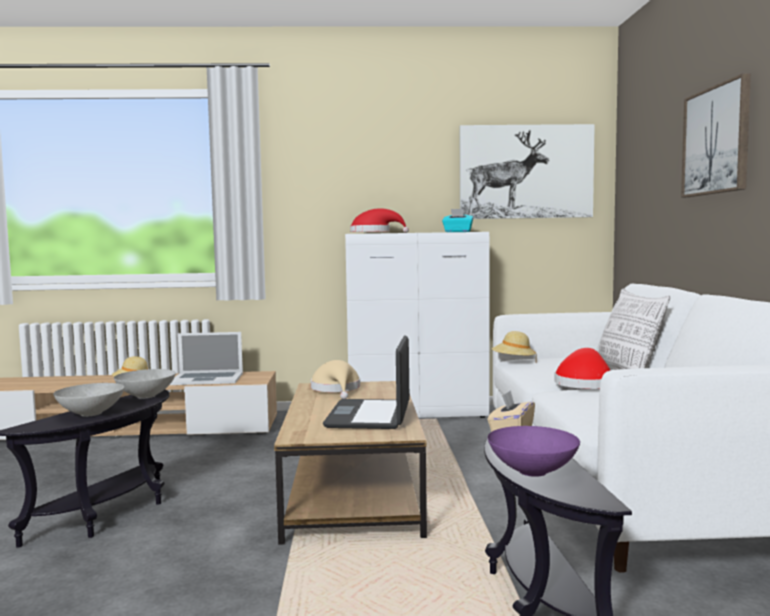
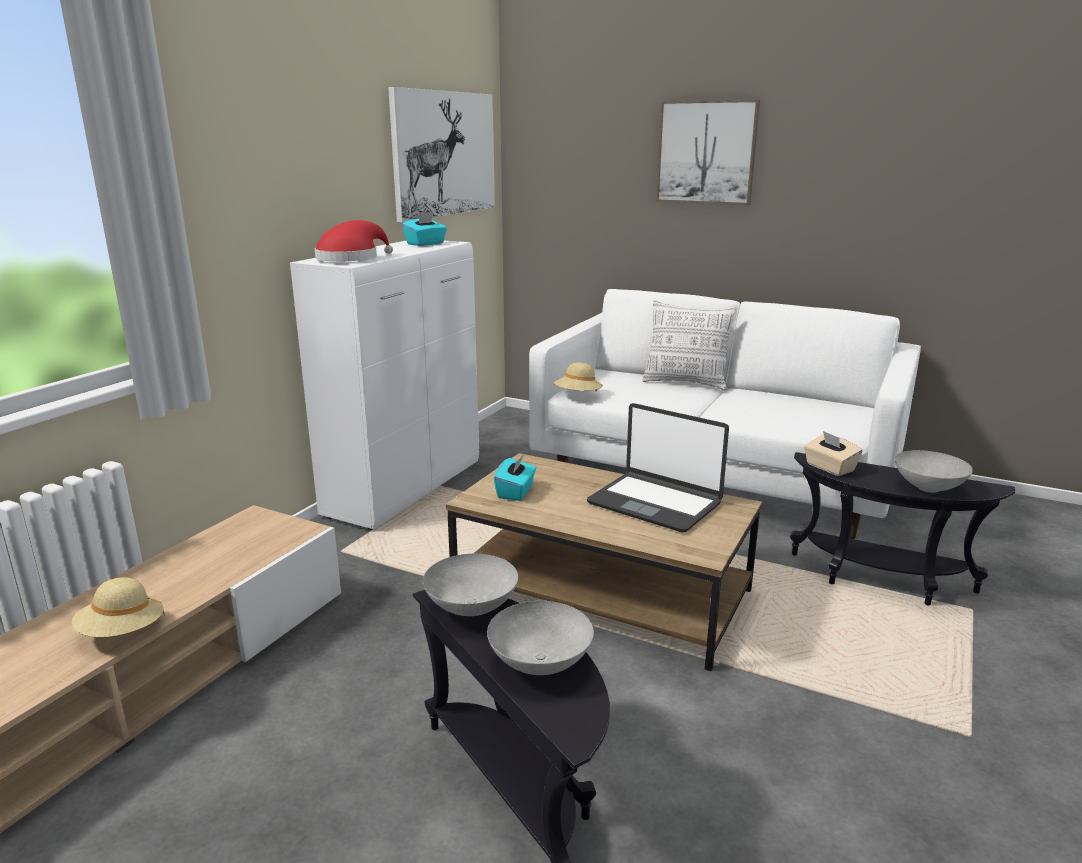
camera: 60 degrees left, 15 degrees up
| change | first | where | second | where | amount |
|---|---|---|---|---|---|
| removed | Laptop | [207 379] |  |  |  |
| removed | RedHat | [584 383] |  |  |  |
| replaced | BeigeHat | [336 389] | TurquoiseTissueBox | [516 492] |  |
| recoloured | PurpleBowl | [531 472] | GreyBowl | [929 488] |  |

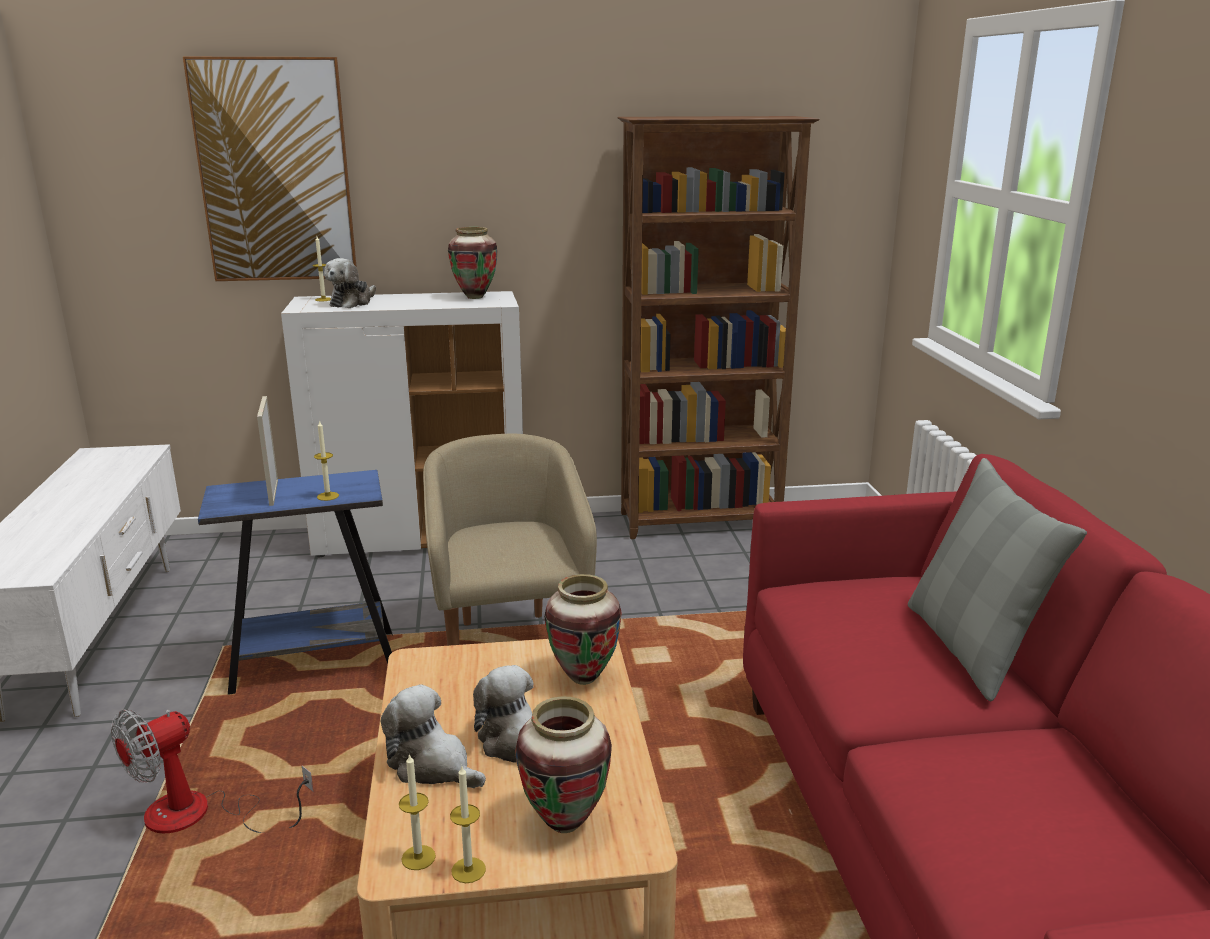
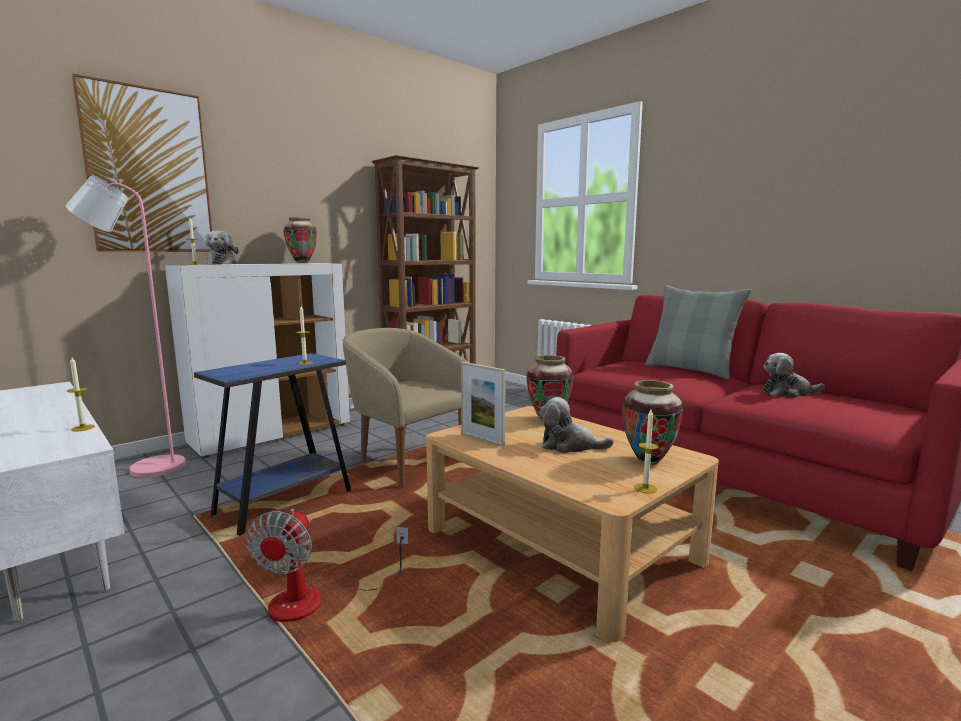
camera: 35 degrees left, 10 degrees down
| change | first | where | second | where | amount |
|---|---|---|---|---|---|
| added |  |  | PinkFloorLamp | [147 468] |  |
| moved | PictureFrame | [273 493] |  | [482 439] |  |
| moved | PlushToy | [432 765] |  | [788 393] |  |
| moved | Candle | [418 857] |  | [83 428] |  |

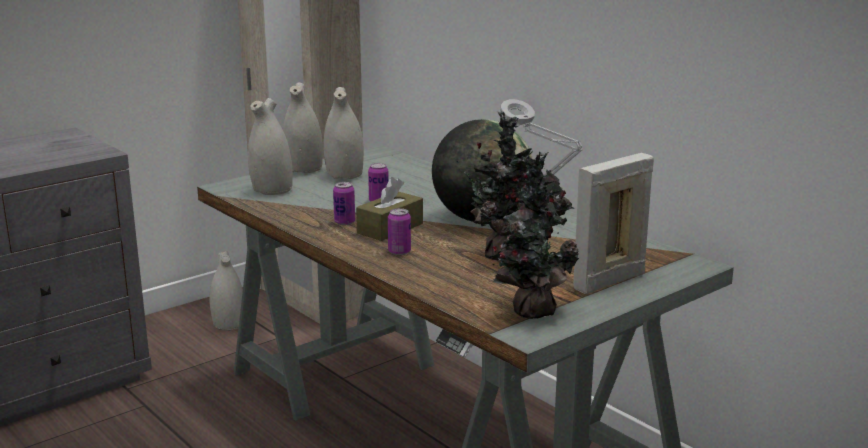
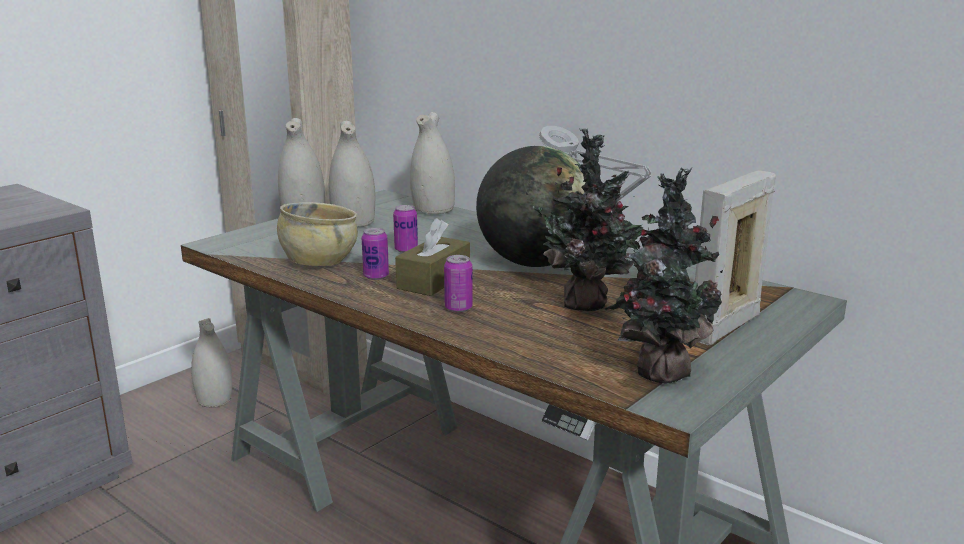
camera: 10 degrees left, 0 degrees up
| change | first | where | second | where | amount |
|---|---|---|---|---|---|
| added |  |  | BeigeBowl | [319 261] |  |
| moved | WhiteVase | [271 190] |  | [433 210] |  |

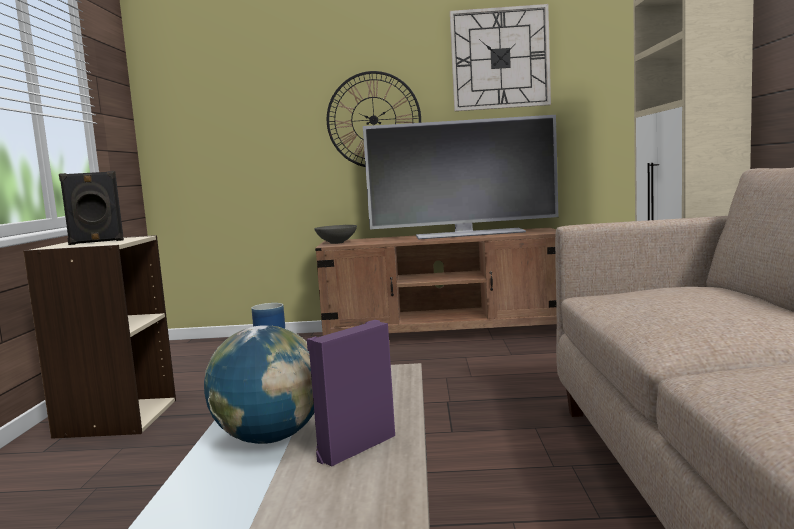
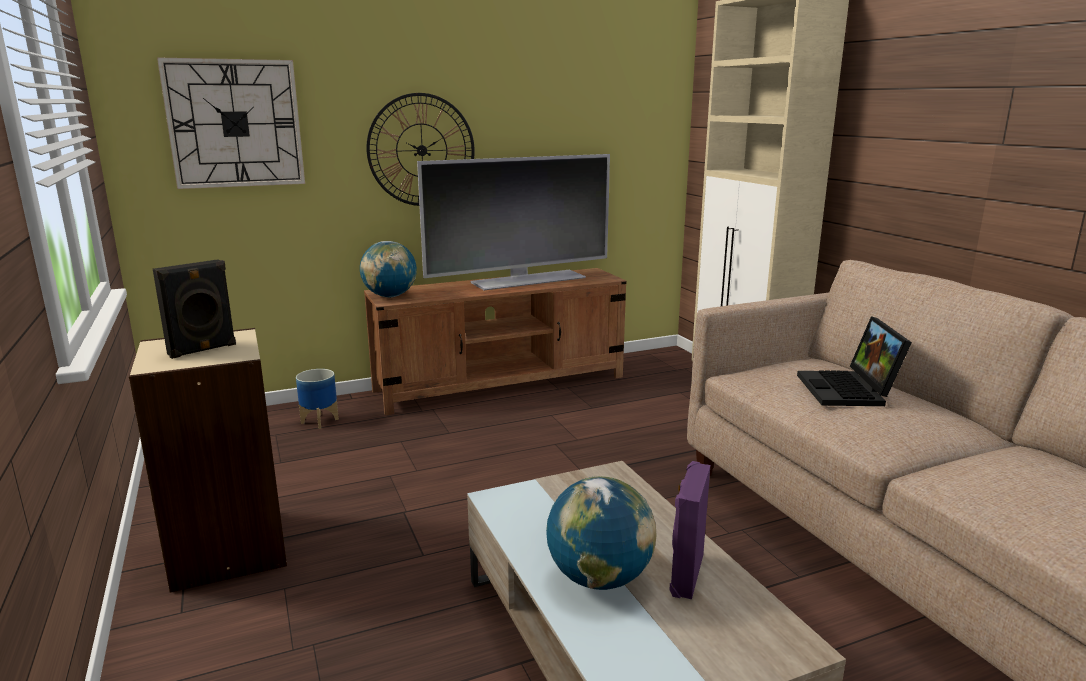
camera: 25 degrees left, 10 degrees up
| change | first | where | second | where | amount |
|---|---|---|---|---|---|
| added |  |  | Laptop | [849 391] |  |
| moved | WallClock | [500 58] |  | [235 124] |  |
| replaced | GreyBowl | [336 243] | Globe | [390 296] |  |

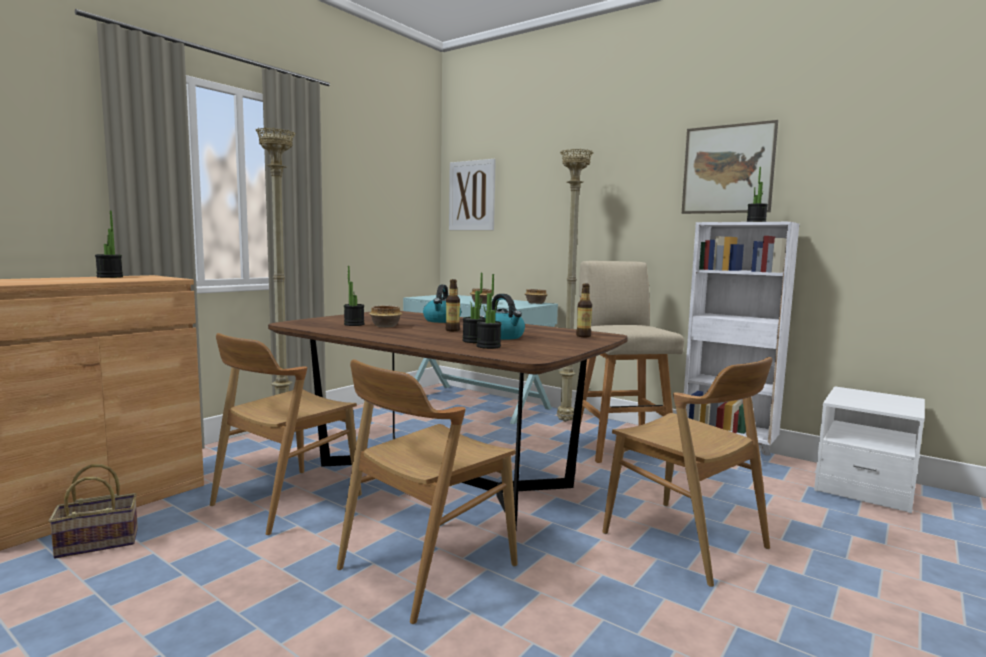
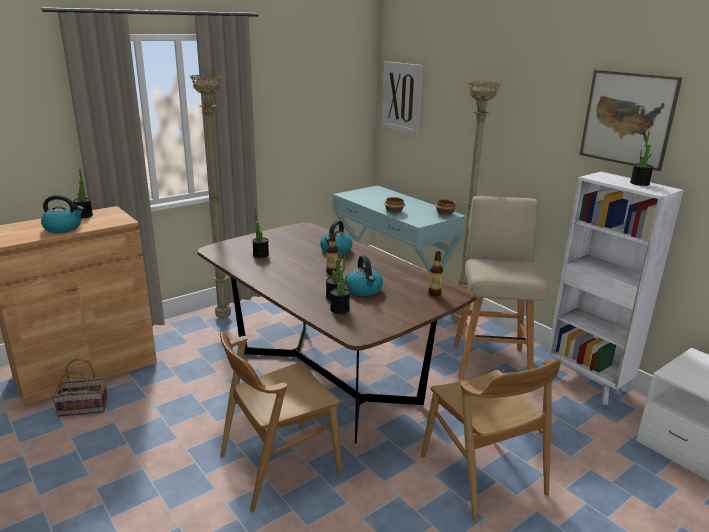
camera: 15 degrees right, 15 degrees up
| change | first | where | second | where | amount |
|---|---|---|---|---|---|
| removed | BrownChair | [286 500] |  |  |  |
| removed | Bowl | [386 326] |  |  |  |
| added |  |  | Kettle | [63 228] |  |

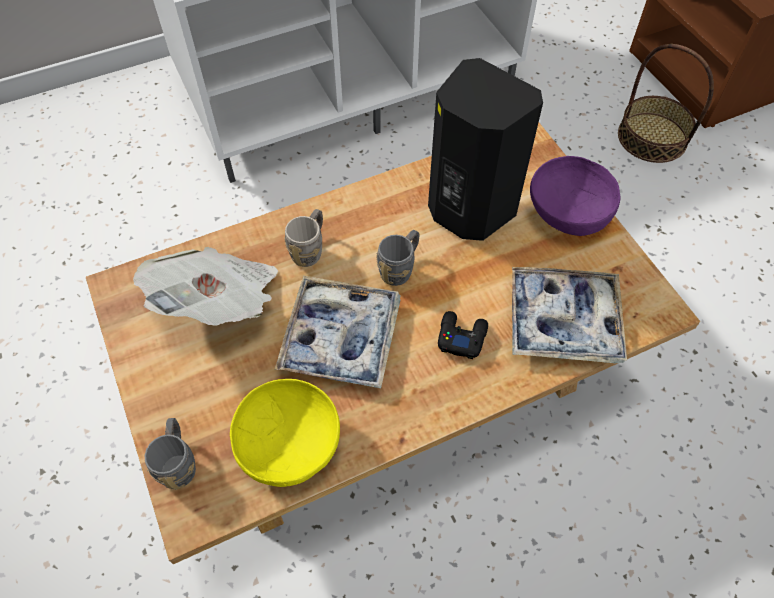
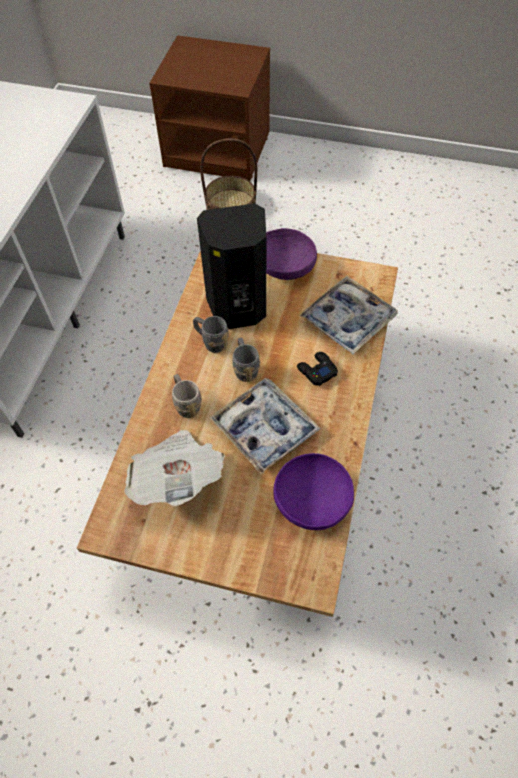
camera: 50 degrees left, 0 degrees up
| change | first | where | second | where | amount |
|---|---|---|---|---|---|
| moved | GreyMug | [178 462] |  | [211 342] |  |
| recoloured | YellowBowl | [290 445] | PurpleBowl | [312 501] |  |

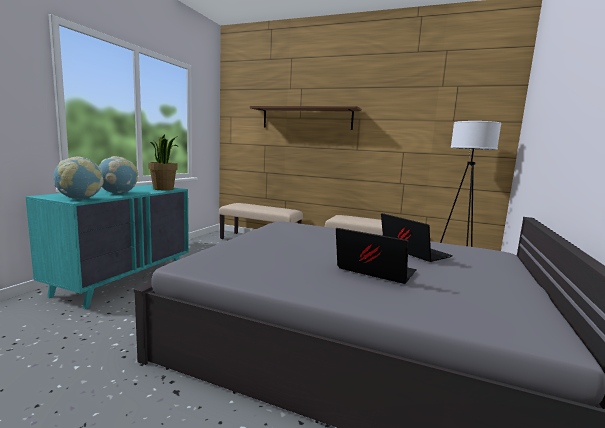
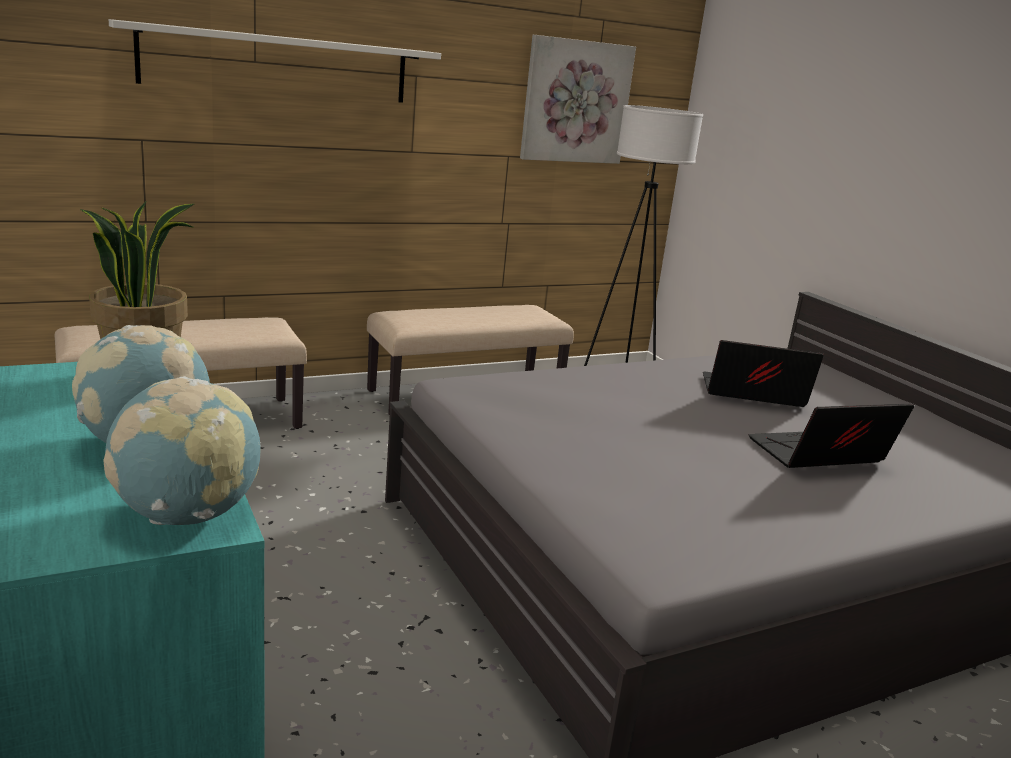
camera: 50 degrees left, 10 degrees up
| change | first | where | second | where | amount |
|---|---|---|---|---|---|
| added |  |  | Picture | [575 101] |  |
| recoloured | BrownShelf | [306 118] | WhiteShelf | [278 65] |  |

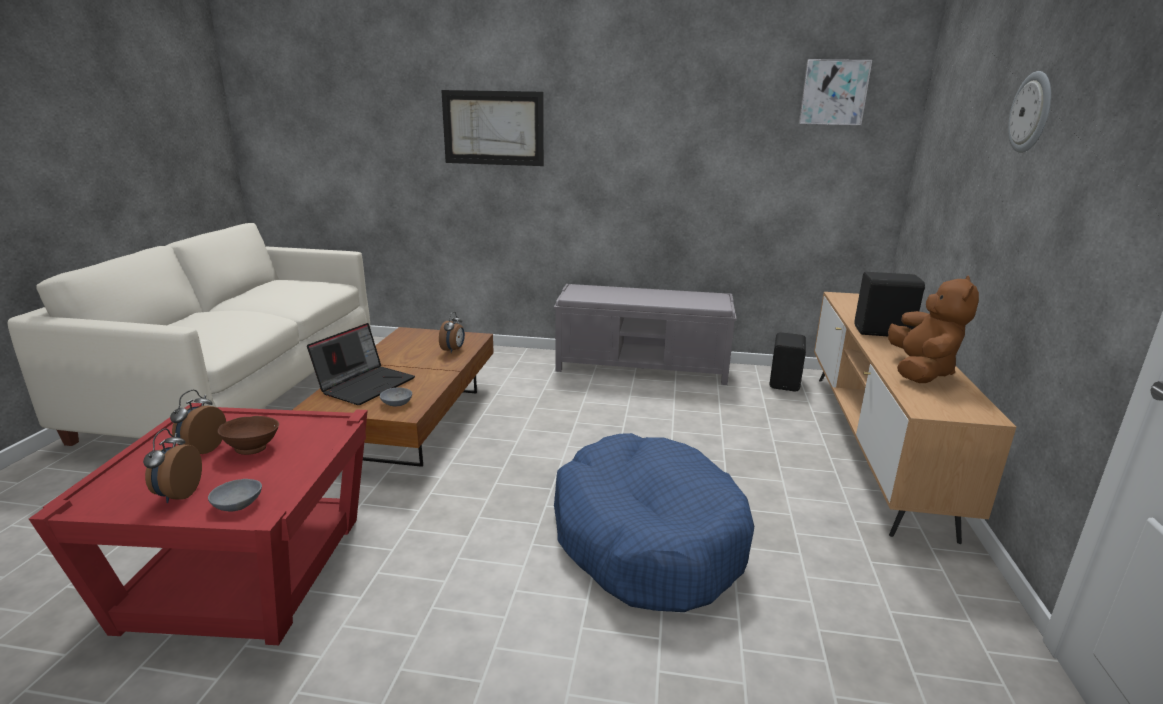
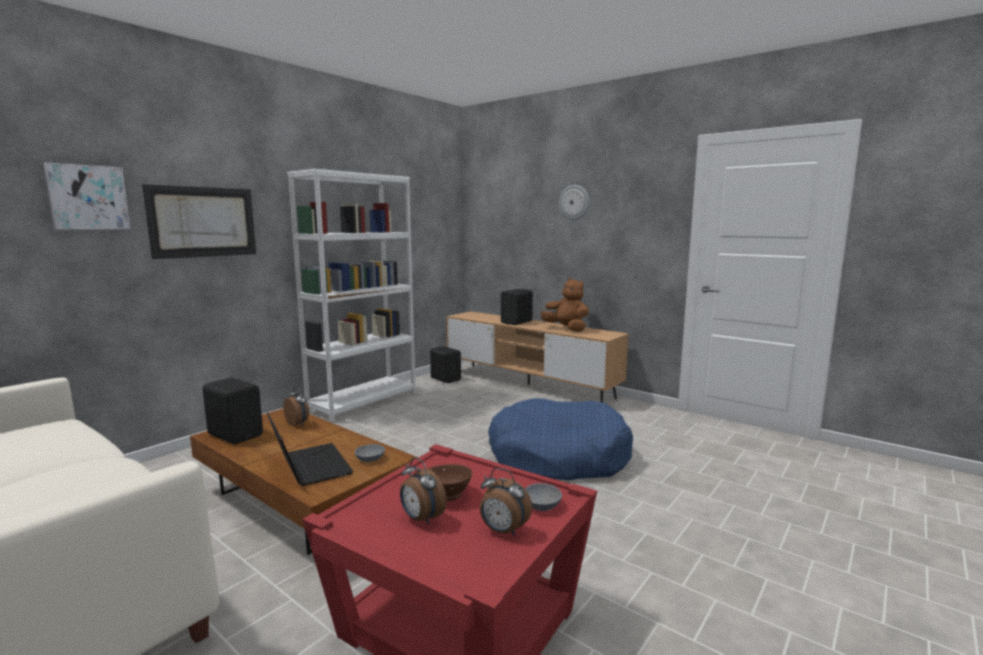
camera: 60 degrees left, 10 degrees down
| change | first | where | second | where | amount |
|---|---|---|---|---|---|
| added |  |  | BlackSpeaker | [236 434] |  |
| moved | Picture | [833 92] |  | [88 197] |  |
| replaced | GreyBench | [643 367] | WhiteBookcase | [363 402] |  |

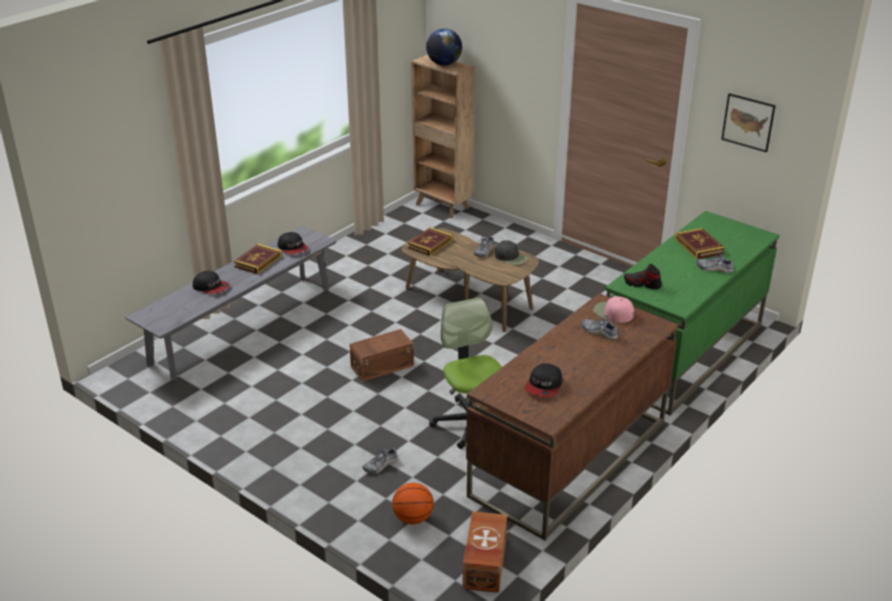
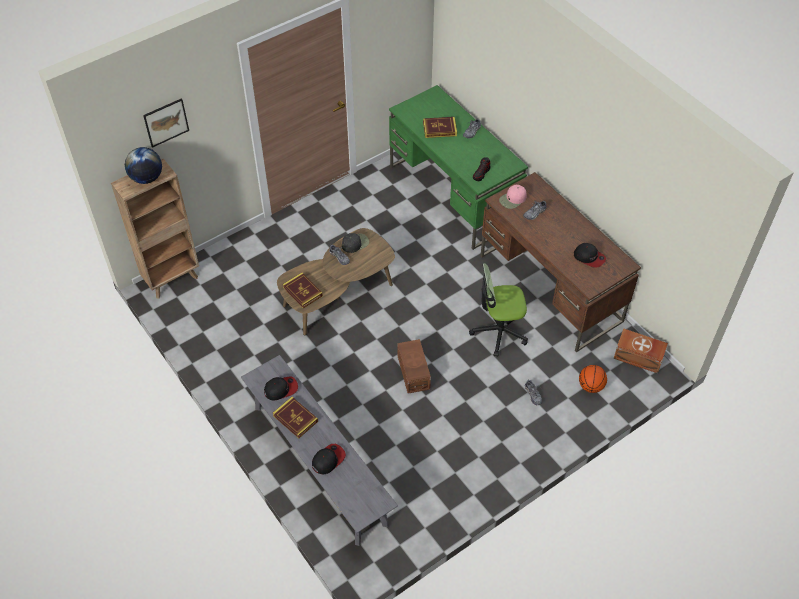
camera: 75 degrees left, 20 degrees up
| change | first | where | second | where | amount |
|---|---|---|---|---|---|
| moved | Picture | [748 122] |  | [166 122] |  |

